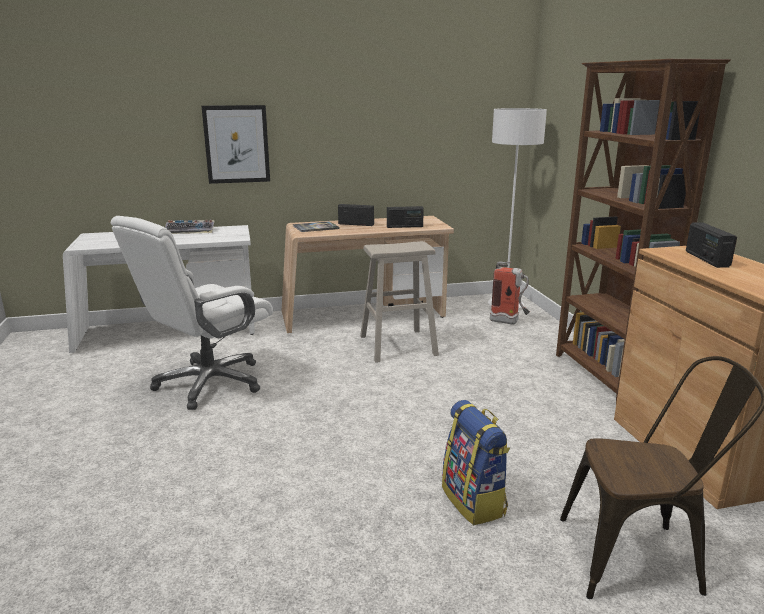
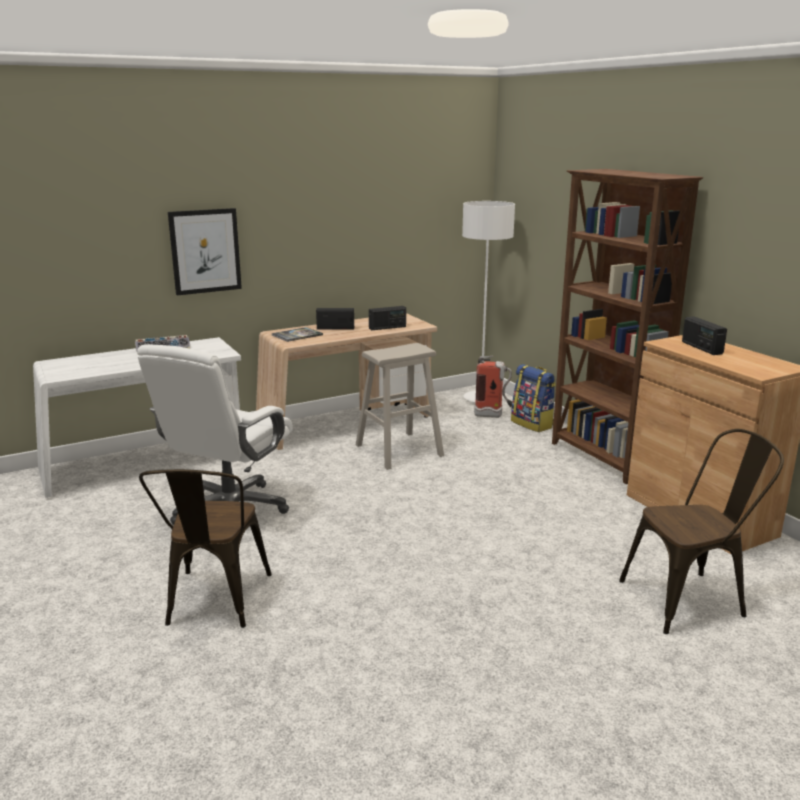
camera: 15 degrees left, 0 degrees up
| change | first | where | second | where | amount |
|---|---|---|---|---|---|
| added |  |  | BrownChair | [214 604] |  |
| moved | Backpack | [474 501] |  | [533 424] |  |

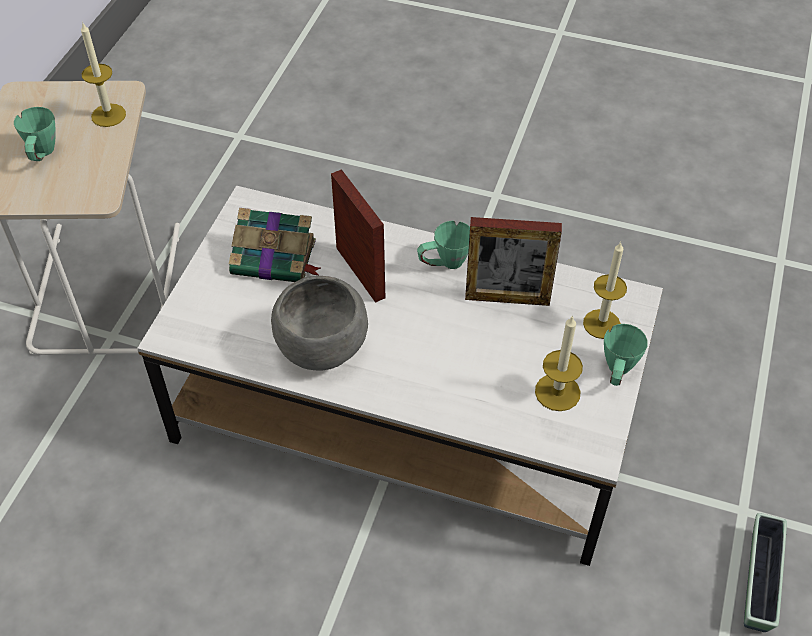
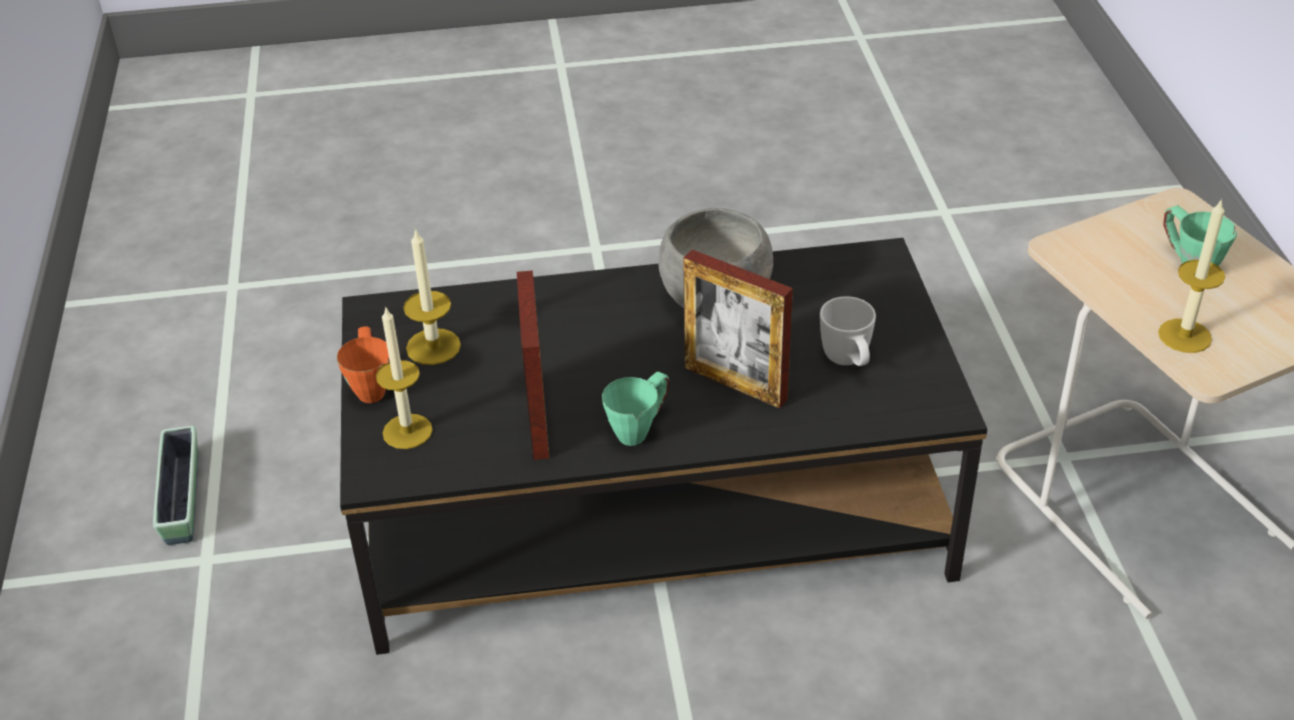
camera: 155 degrees right, 10 degrees down
| change | first | where | second | where | amount |
|---|---|---|---|---|---|
| replaced | Book | [275 258] | WhiteMug | [848 363] |  |
| recoloured | WhiteCoffeeTable | [406 411] | BlackCoffeeTable | [652 512] |  |
| recoloured | GreenMug | [617 374] | OrangeMug | [371 385] |  |
| turned | PictureFrame | [507 298] |  | [538 419] | 75 degrees counterclockwise |

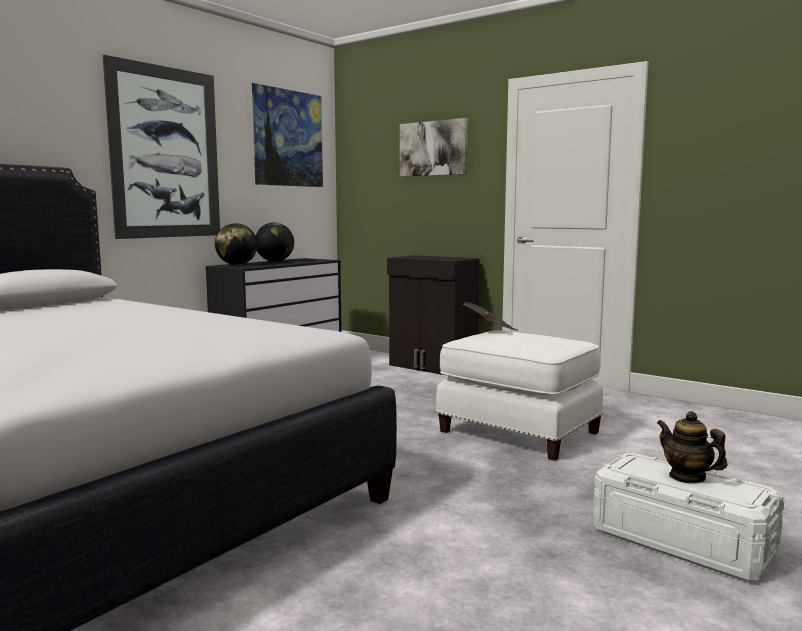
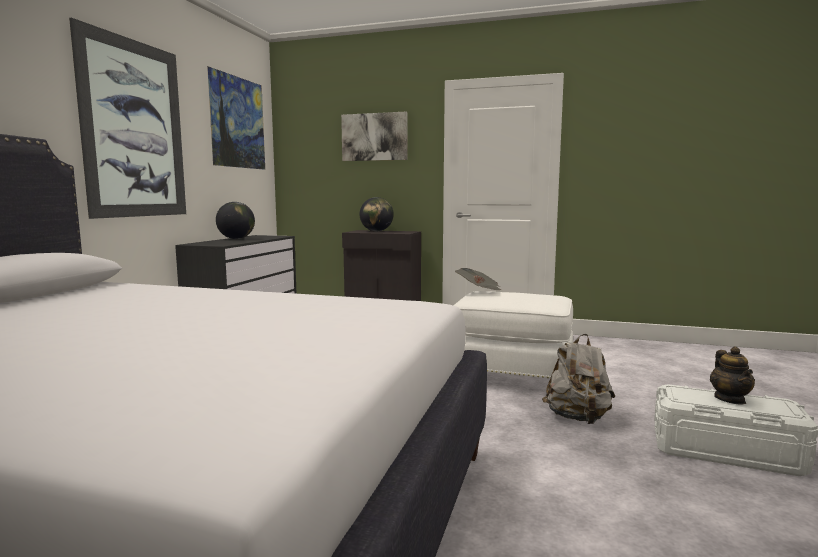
camera: 20 degrees left, 0 degrees up
| change | first | where | second | where | amount |
|---|---|---|---|---|---|
| added |  |  | GreyBackpack | [577 418] |  |
| moved | Globe | [237 265] |  | [376 231] |  |
| turned | Teapot | [687 477] |  | [730 399] | 120 degrees counterclockwise |

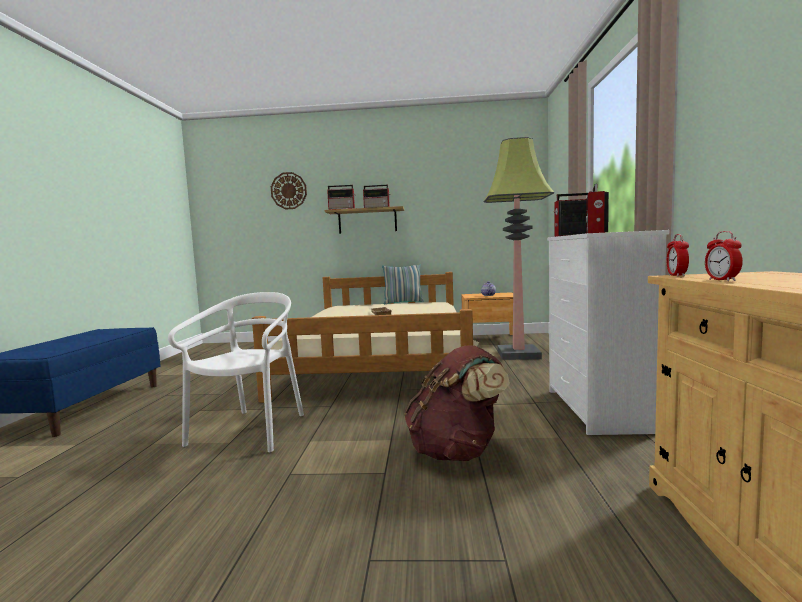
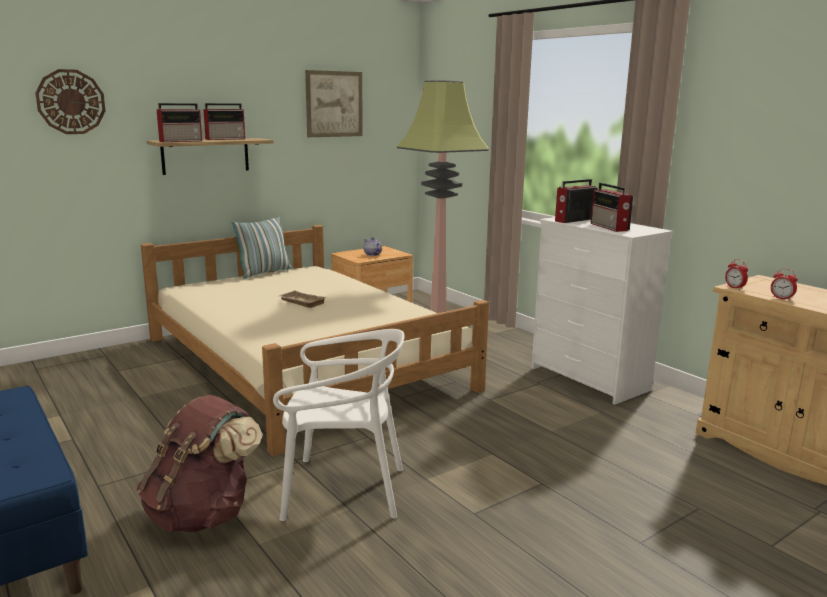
camera: 40 degrees left, 10 degrees up
| change | first | where | second | where | amount |
|---|---|---|---|---|---|
| added |  |  | Picture | [334 104] |  |
| moved | BrownBackpack | [456 452] |  | [203 514] |  |
| turned | WhiteChair | [250 431] |  | [343 490] | 120 degrees clockwise |

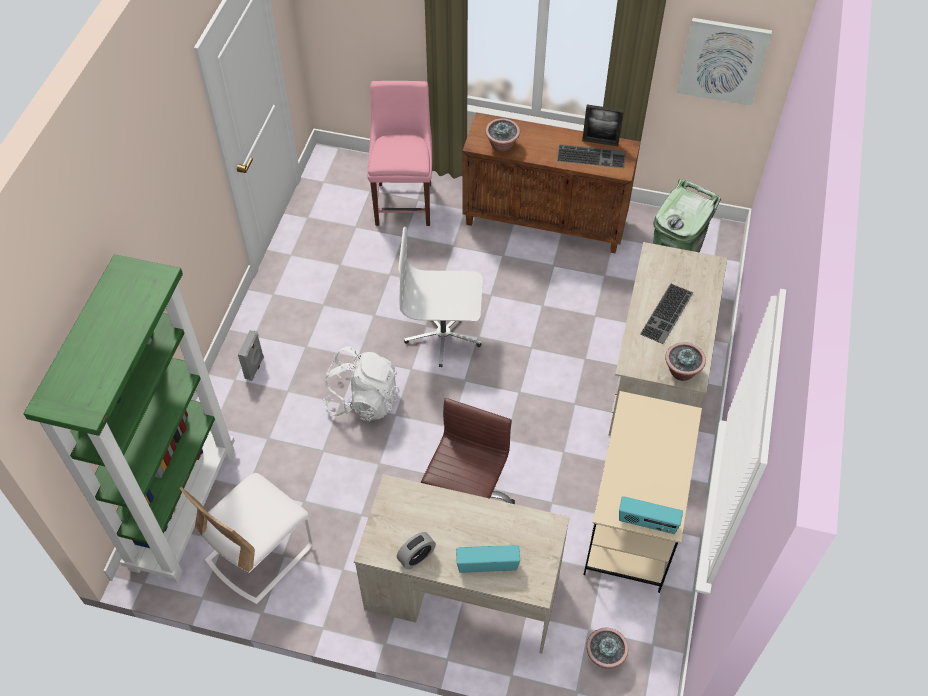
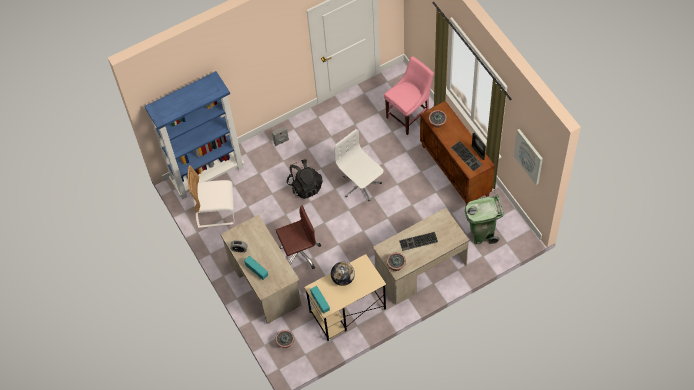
camera: 50 degrees right, 5 degrees up
| change | first | where | second | where | amount |
|---|---|---|---|---|---|
| added |  |  | Globe | [343 279] |  |
| recoloured | GreenBookcase | [183 507] | BlueBookcase | [208 174] |  |
| recoloured | WhiteBackpack | [363 400] | BlackBackpack | [305 186] |  |

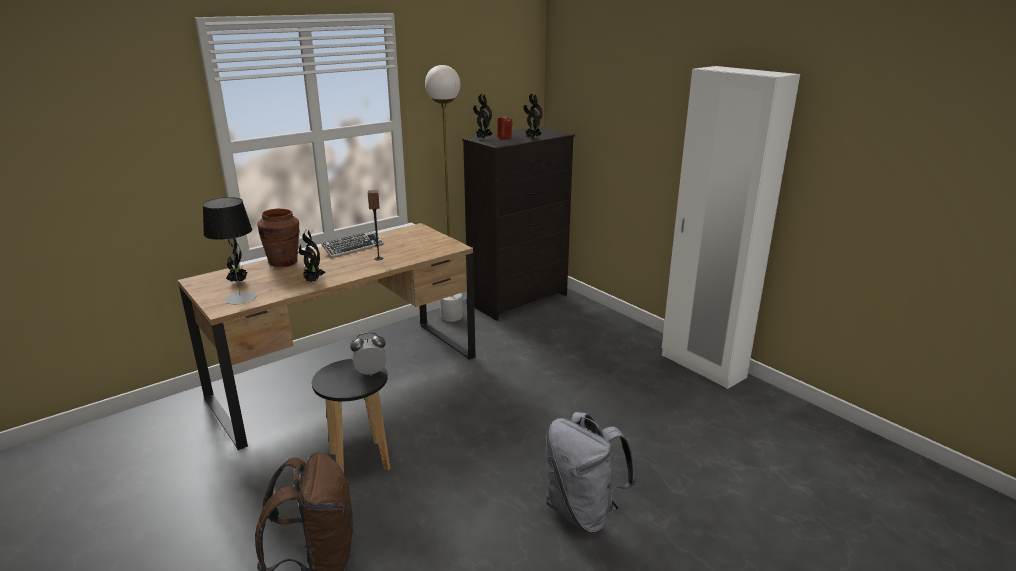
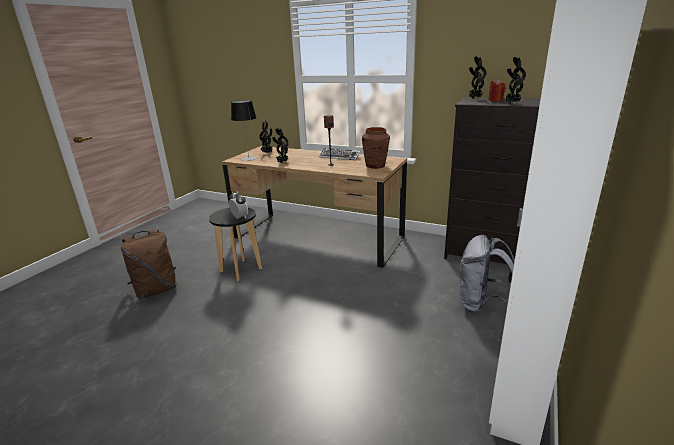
camera: 65 degrees right, 0 degrees up
| change | first | where | second | where | amount |
|---|---|---|---|---|---|
| removed | WhiteFloorLamp | [452 316] |  |  |  |
| moved | BrownVase | [284 262] |  | [375 166] |  |
| moved | GreyBackpack | [583 512] |  | [481 304] |  |

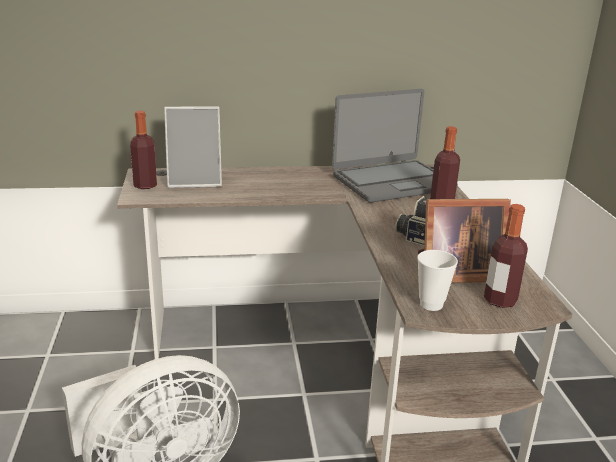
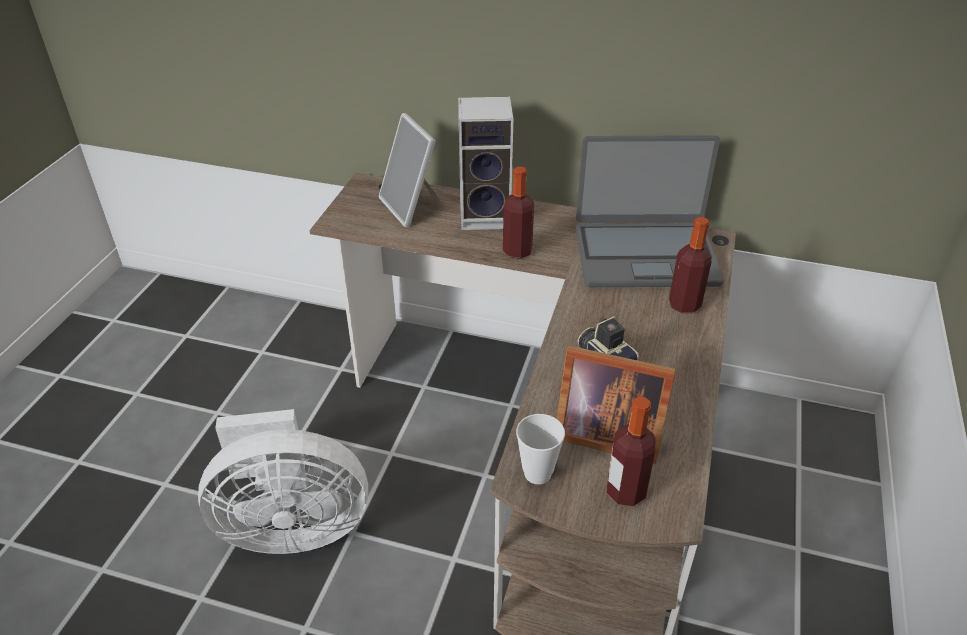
camera: 25 degrees right, 15 degrees up
| change | first | where | second | where | amount |
|---|---|---|---|---|---|
| added |  |  | Speaker | [487 216] |  |
| moved | Bottle | [145 185] |  | [517 251] |  |
| turned | PictureFrame | [195 181] |  | [412 207] | 45 degrees clockwise |

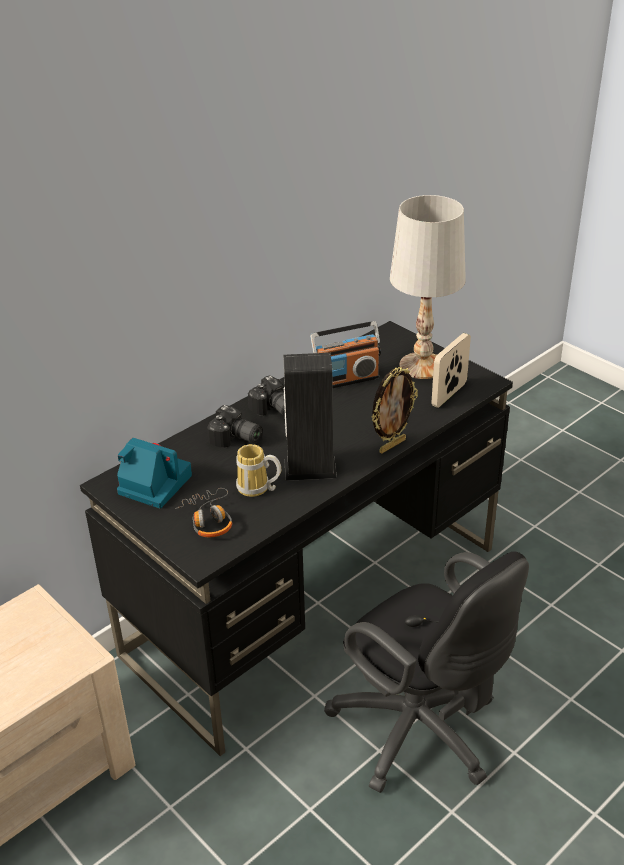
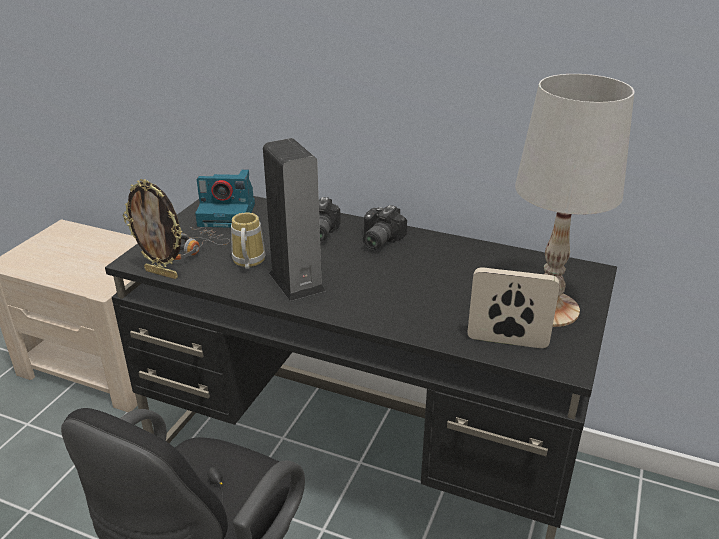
camera: 65 degrees right, 5 degrees down
| change | first | where | second | where | amount |
|---|---|---|---|---|---|
| removed | Radio | [346 379] |  |  |  |
| moved | PictureFrame | [391 445] |  | [162 273] |  |
| turned | PhotoCamera | [153 484] |  | [228 214] | 90 degrees clockwise |

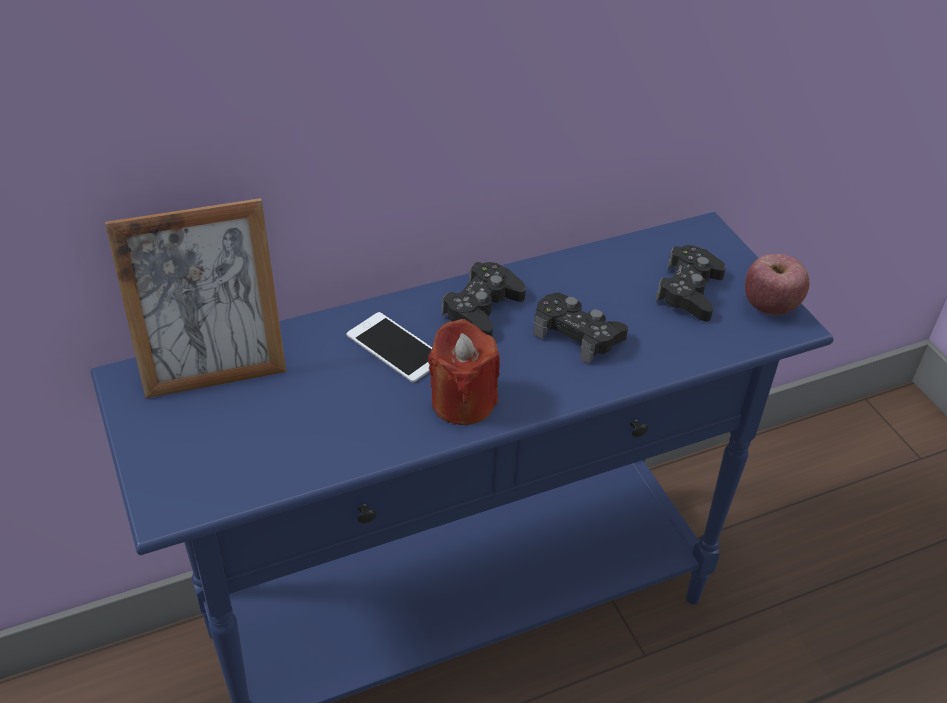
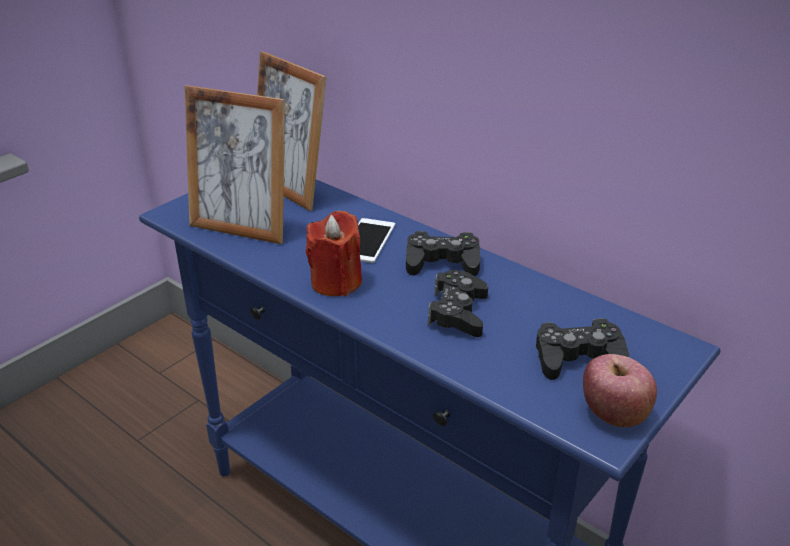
camera: 65 degrees right, 10 degrees down
| change | first | where | second | where | amount |
|---|---|---|---|---|---|
| added |  |  | PictureFrame | [242 227] |  |

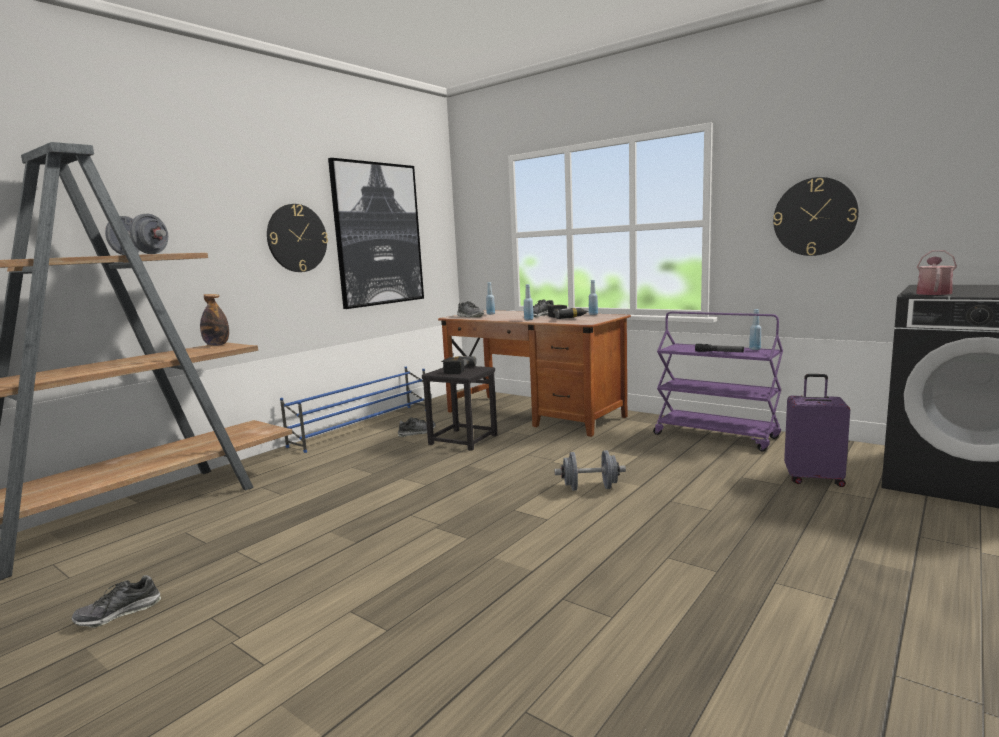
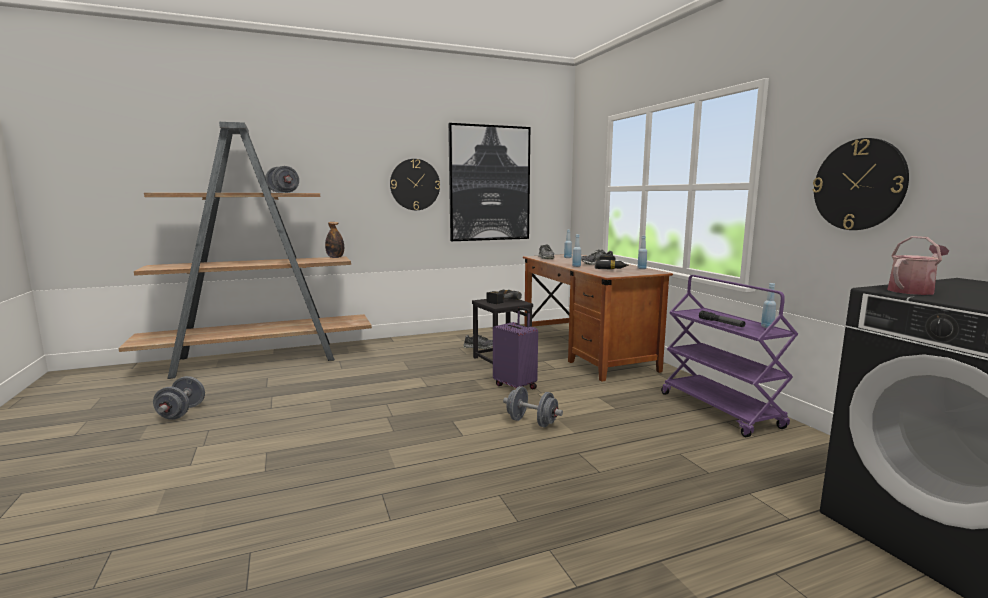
camera: 30 degrees right, 0 degrees up
| change | first | where | second | where | amount |
|---|---|---|---|---|---|
| removed | BlueShoeRack | [363 427] |  |  |  |
| moved | PurpleSuitcase | [813 479] |  | [516 386] |  |
| replaced | Shoe | [119 613] | GreyDumbbell | [181 412] |  |

